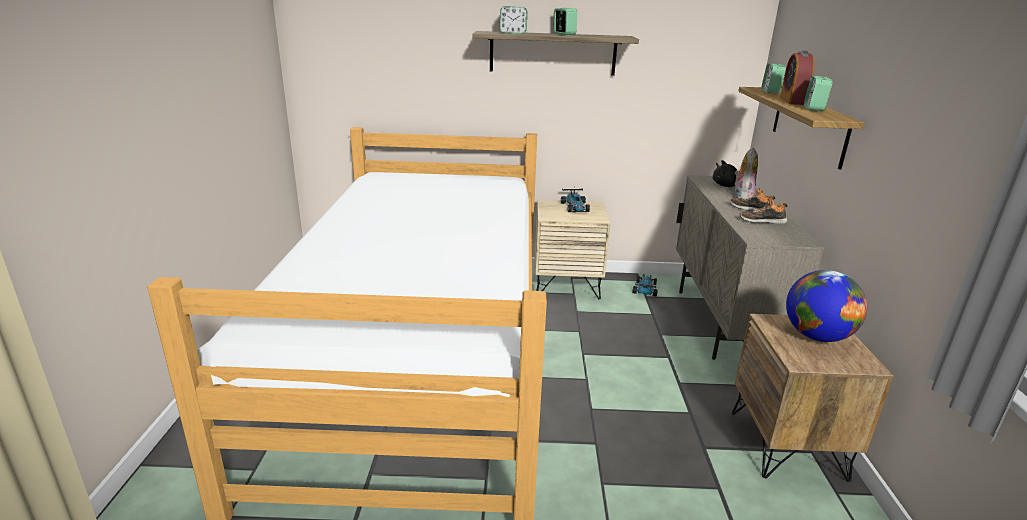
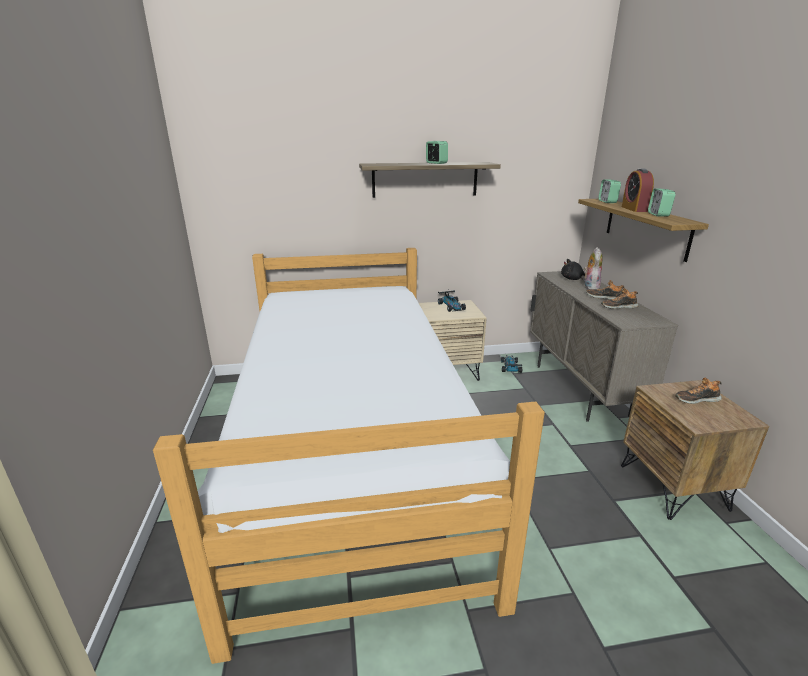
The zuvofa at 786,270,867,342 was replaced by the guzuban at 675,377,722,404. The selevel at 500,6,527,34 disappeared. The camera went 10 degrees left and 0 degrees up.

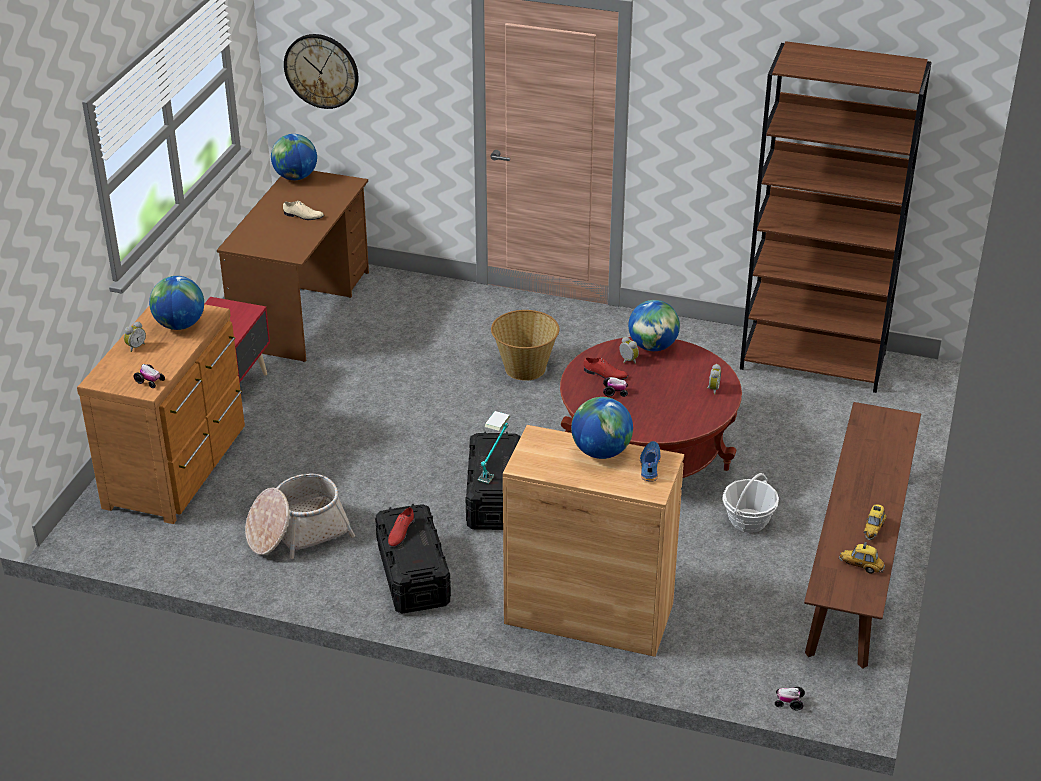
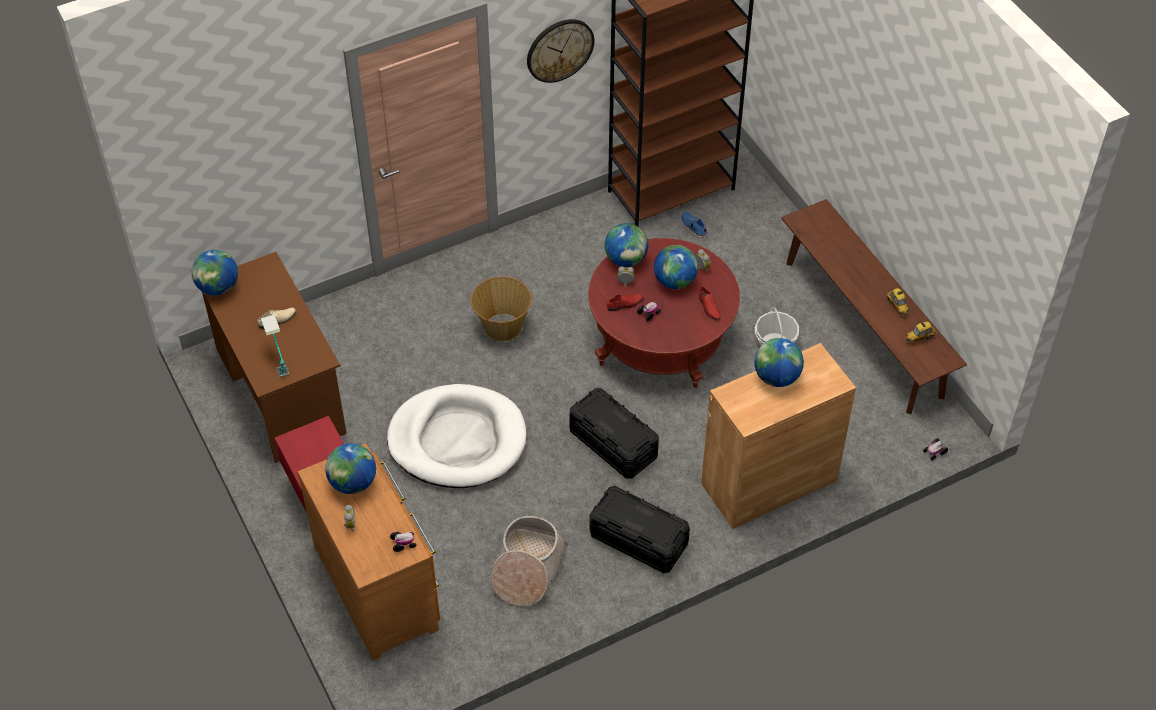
The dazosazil moved from 478,411,510,484 to 261,314,289,377. The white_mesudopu at 387,384,527,488 appeared. The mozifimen moved from 284,34,359,109 to 527,19,594,83. The zuvofa at 654,245,698,289 appeared. The blue_guzuban moved from 640,441,661,482 to 682,212,708,238. The red_guzuban moved from 388,507,414,547 to 699,287,721,320. The camera went 45 degrees left and 15 degrees up.

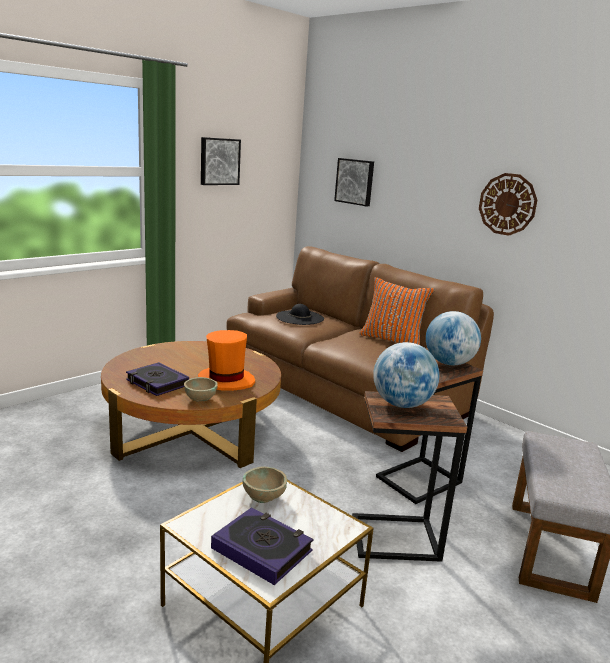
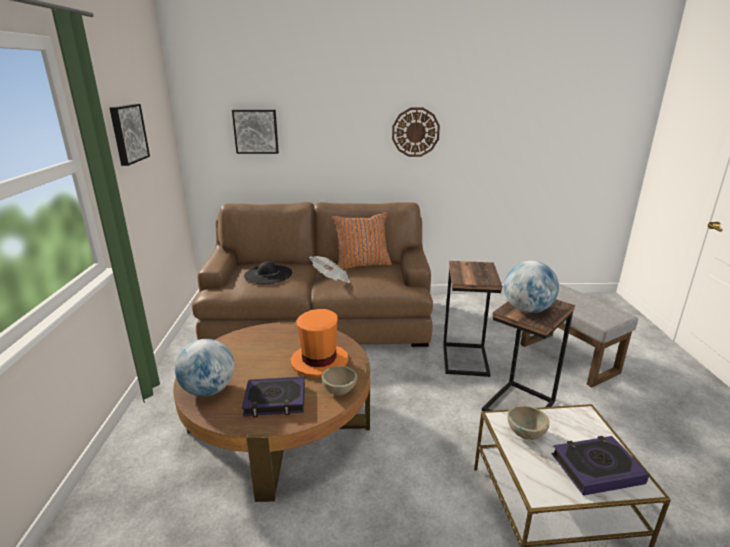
The zuvofa moved from 426,311,481,365 to 175,339,234,396. The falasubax at 309,256,351,283 appeared. The camera went 45 degrees left and 5 degrees up.

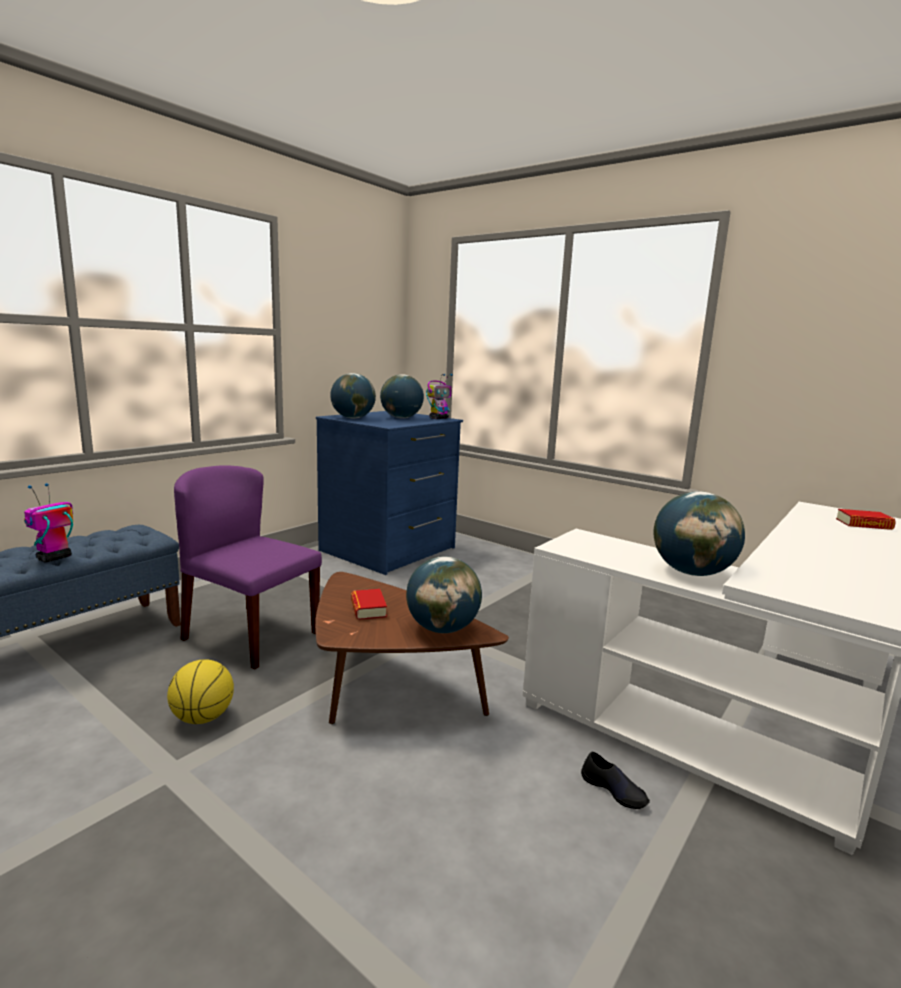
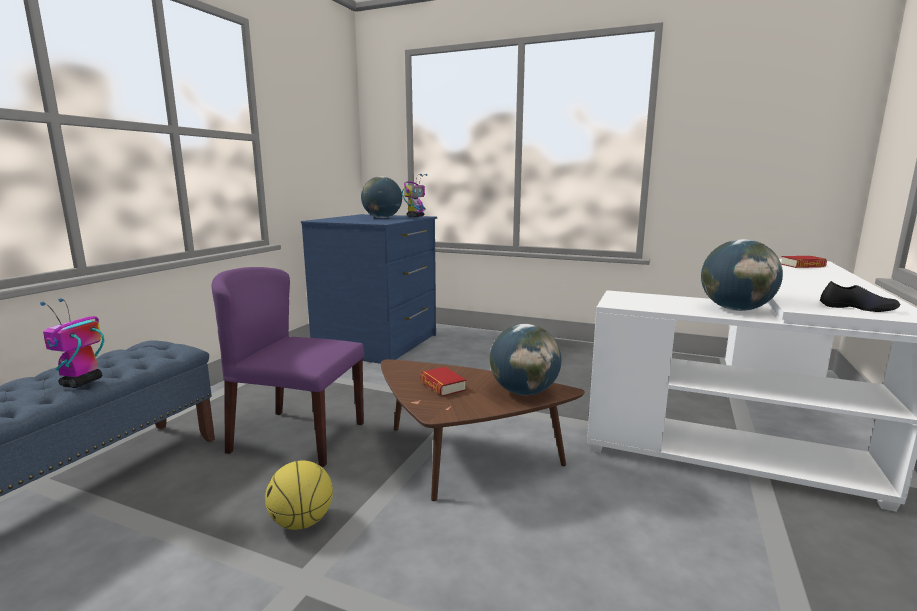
The black_guzuban moved from 581,752,650,809 to 820,281,901,312. The zuvofa at 330,373,376,419 disappeared. The camera went 15 degrees left and 0 degrees up.

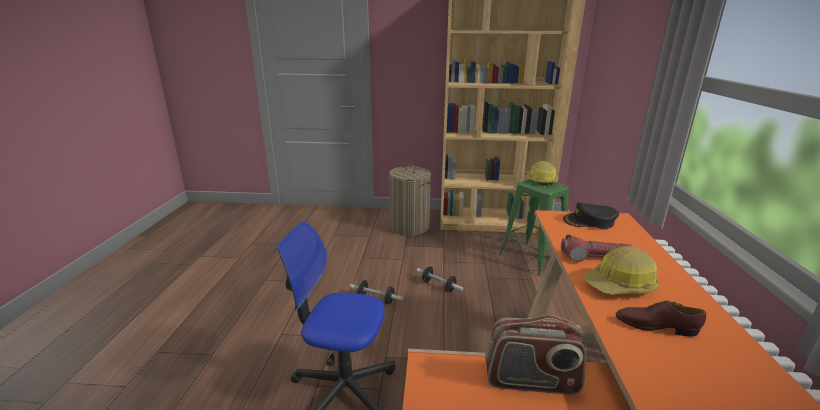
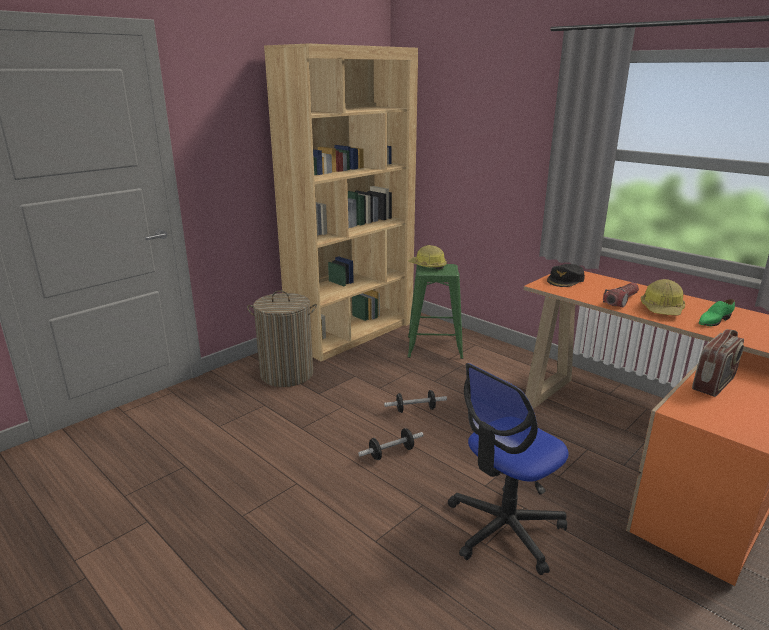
The brown_guzuban at 616,300,706,337 became the green_guzuban at 698,299,735,326. The camera went 50 degrees left and 0 degrees up.

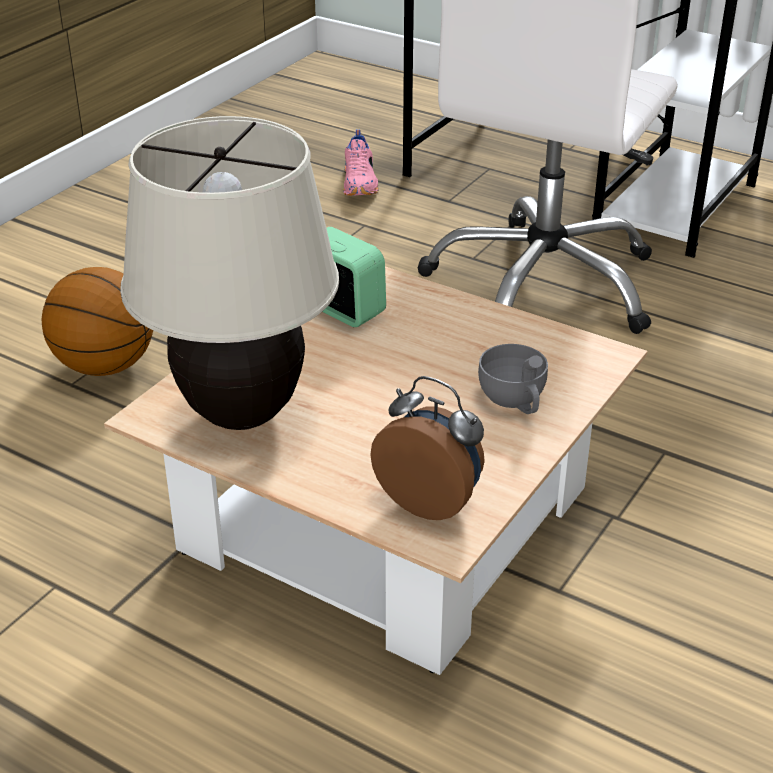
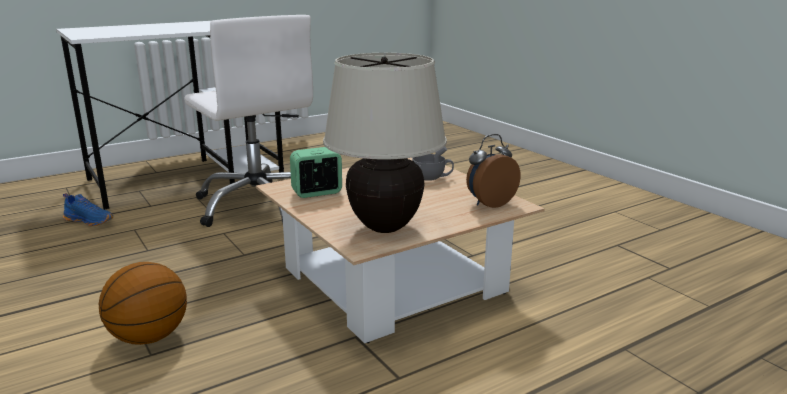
The pink_guzuban at 343,130,379,196 became the blue_guzuban at 63,193,113,226. The camera went 65 degrees left and 15 degrees down.

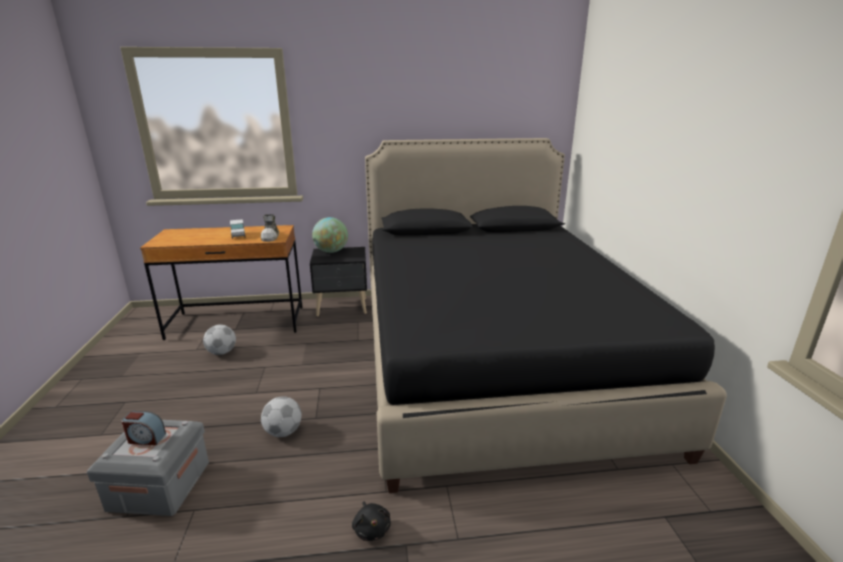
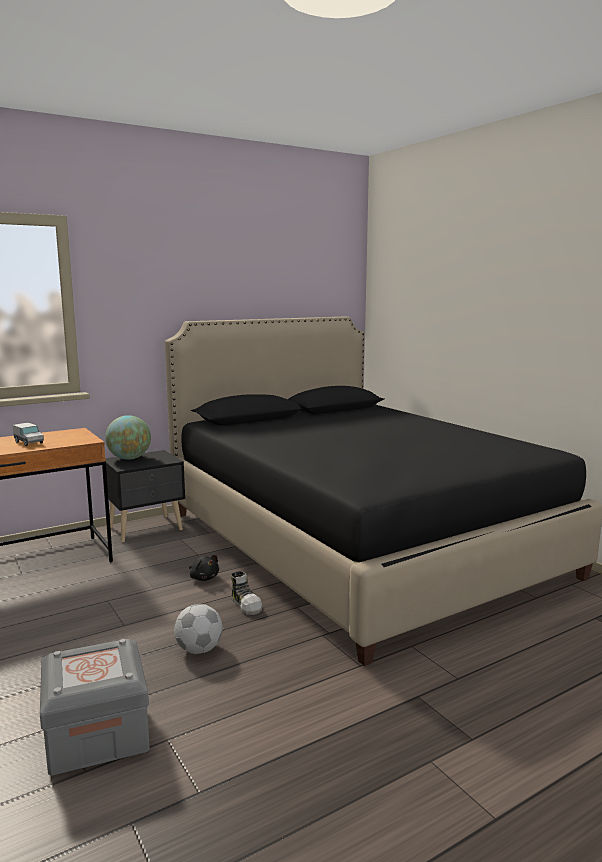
The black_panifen moved from 352,501,391,541 to 189,555,219,581. The guzuban moved from 261,214,279,242 to 231,571,263,615. The selevel at 121,411,166,445 disappeared. The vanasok at 203,325,236,355 disappeared. The camera went 25 degrees left and 10 degrees down.

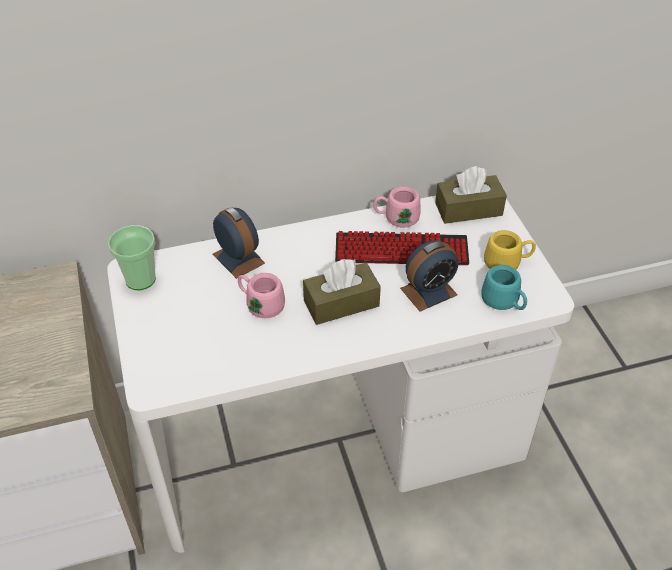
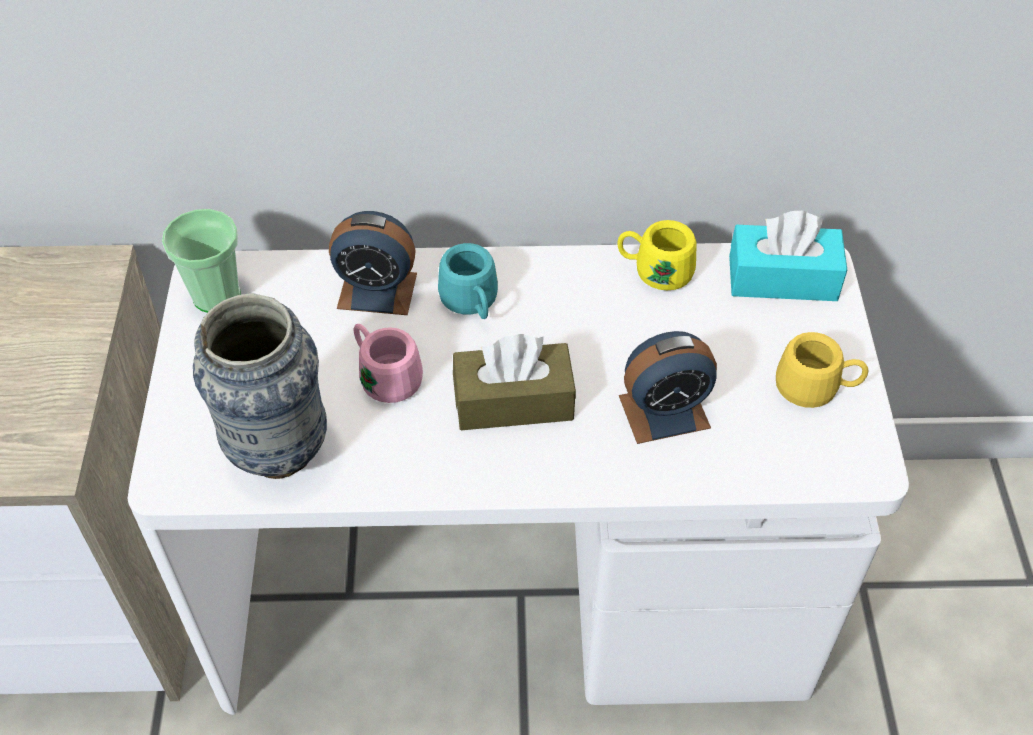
The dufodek at 193,293,327,479 appeared. The selevel at 212,207,265,279 turned 120 degrees clockwise. The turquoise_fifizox moved from 481,265,527,310 to 438,243,498,319. The pink_fifizox at 373,186,421,228 became the yellow_fifizox at 617,220,696,290. The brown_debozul at 435,166,507,224 became the turquoise_debozul at 729,211,847,301. The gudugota at 335,231,469,265 disappeared. The camera went 15 degrees right and 5 degrees up.

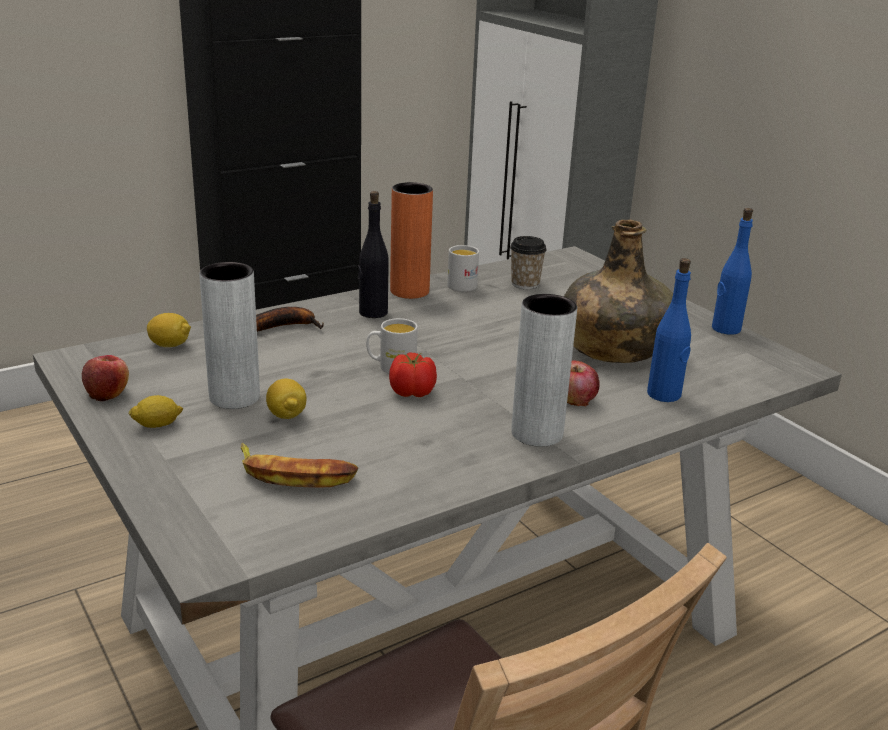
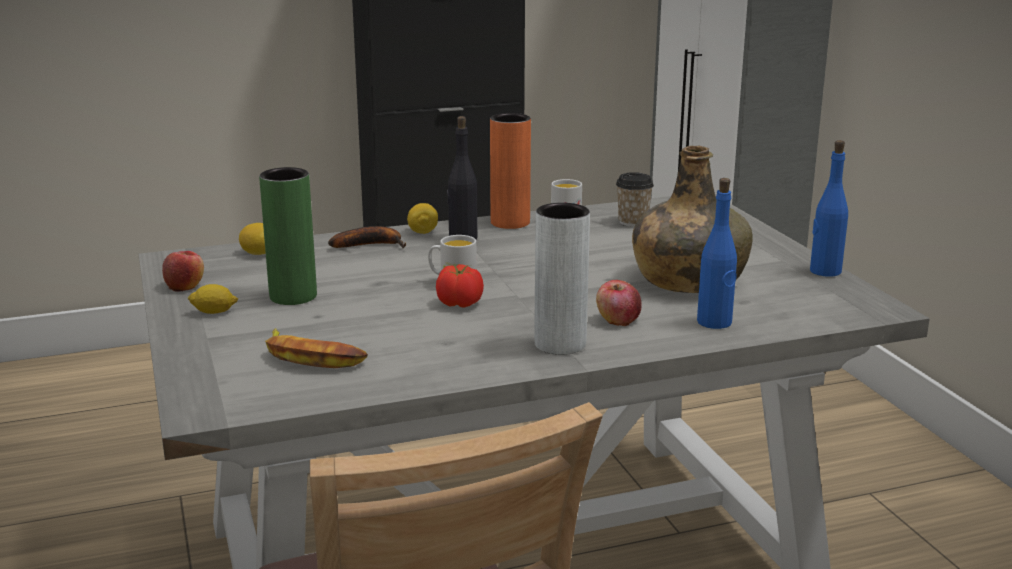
The grey_dufodek at 199,262,260,409 became the green_dufodek at 259,167,317,305. The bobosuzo moved from 266,379,307,419 to 407,203,438,234. The camera went 15 degrees right and 5 degrees down.

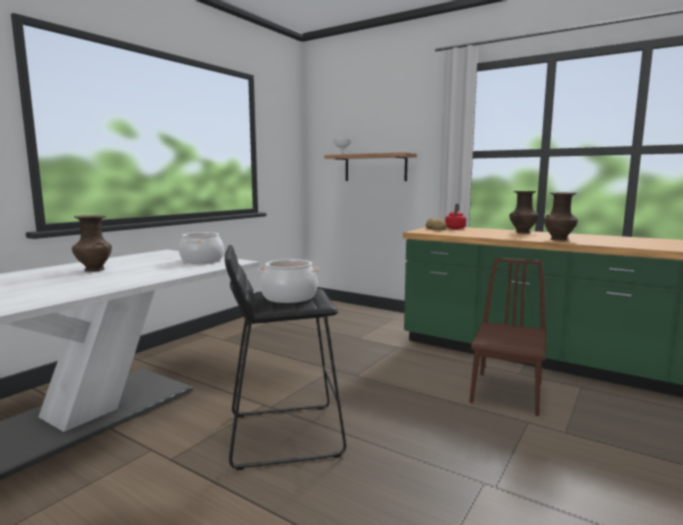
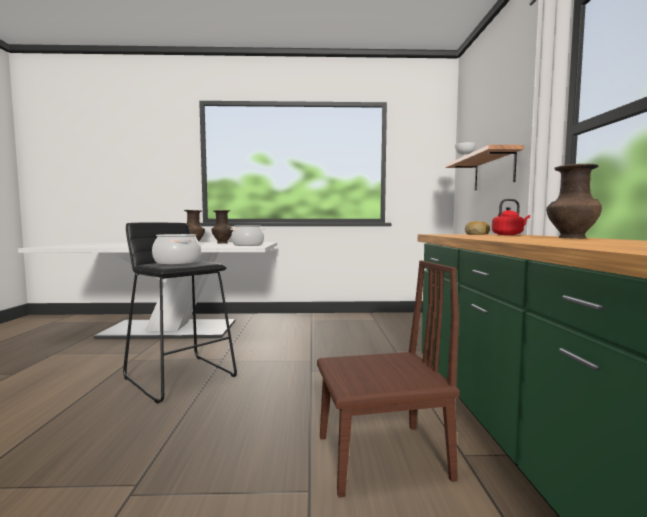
The brown_dufodek moved from 544,192,578,241 to 211,210,233,244. The camera went 55 degrees right and 5 degrees down.

